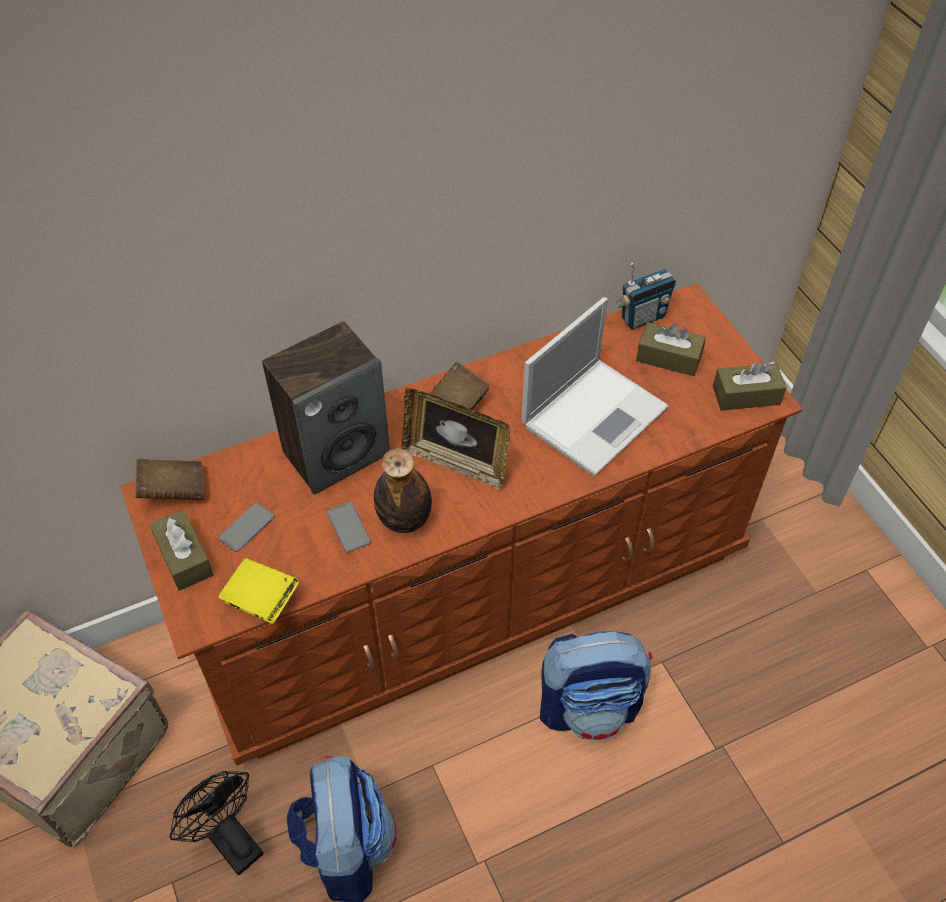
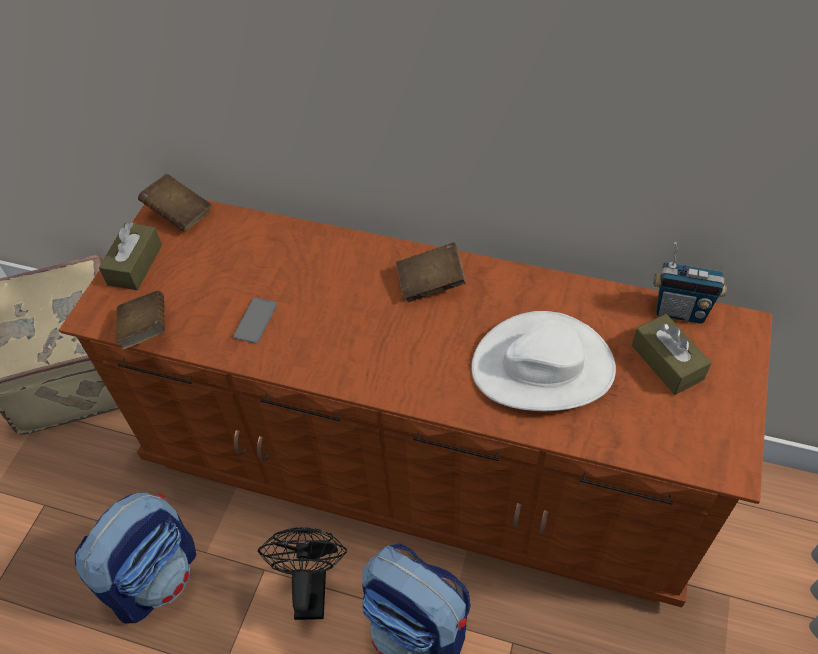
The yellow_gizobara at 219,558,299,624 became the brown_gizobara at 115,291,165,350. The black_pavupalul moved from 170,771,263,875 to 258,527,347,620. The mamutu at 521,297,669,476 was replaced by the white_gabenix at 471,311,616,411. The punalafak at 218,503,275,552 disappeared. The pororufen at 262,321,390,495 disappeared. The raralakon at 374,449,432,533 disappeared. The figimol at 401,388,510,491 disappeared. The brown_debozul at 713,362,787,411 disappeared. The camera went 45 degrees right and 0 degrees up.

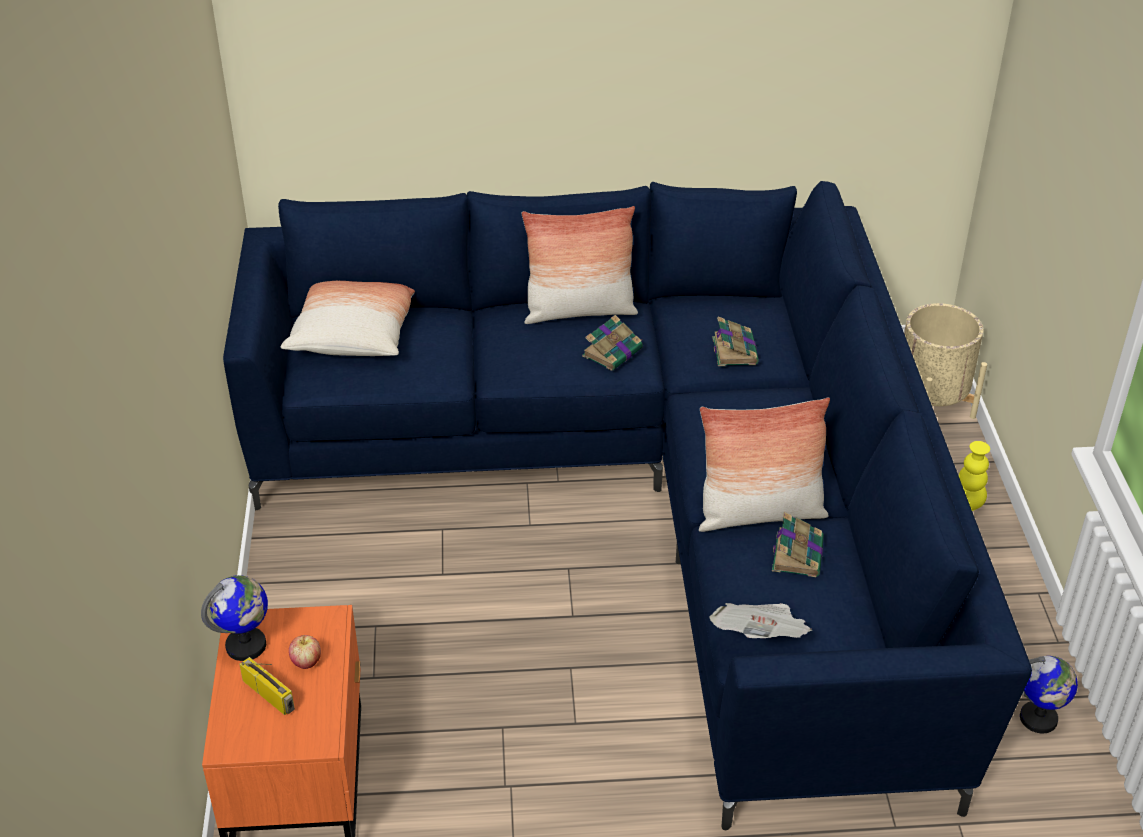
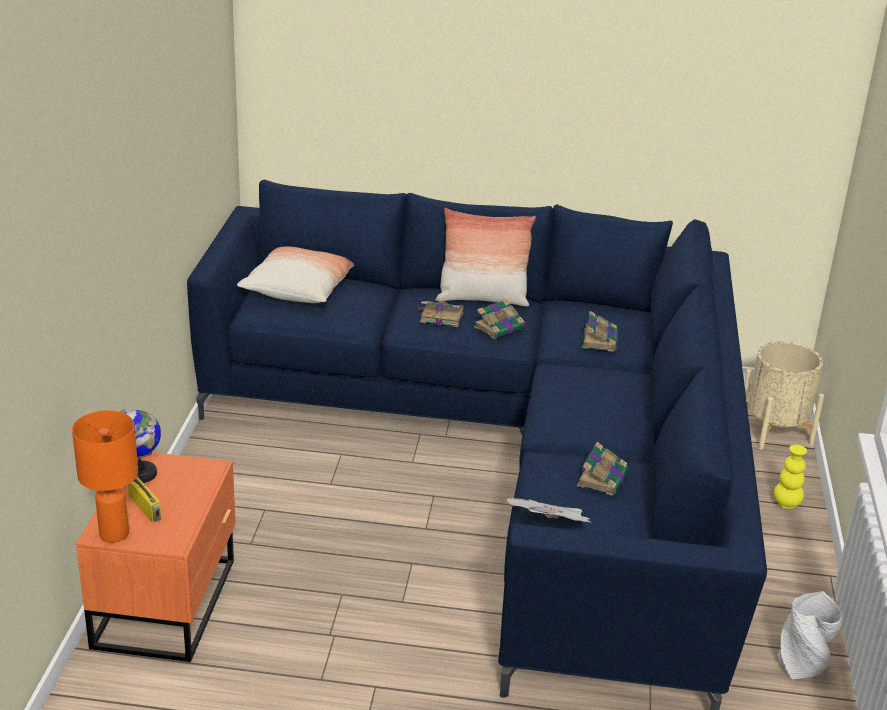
The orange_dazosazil at 72,410,138,543 appeared. The gizobara at 418,301,464,327 appeared. The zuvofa at 1020,656,1078,733 was replaced by the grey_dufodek at 777,591,842,679. The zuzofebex at 289,635,321,669 disappeared. The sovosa at 699,397,830,532 disappeared. The camera went 10 degrees right and 10 degrees down.

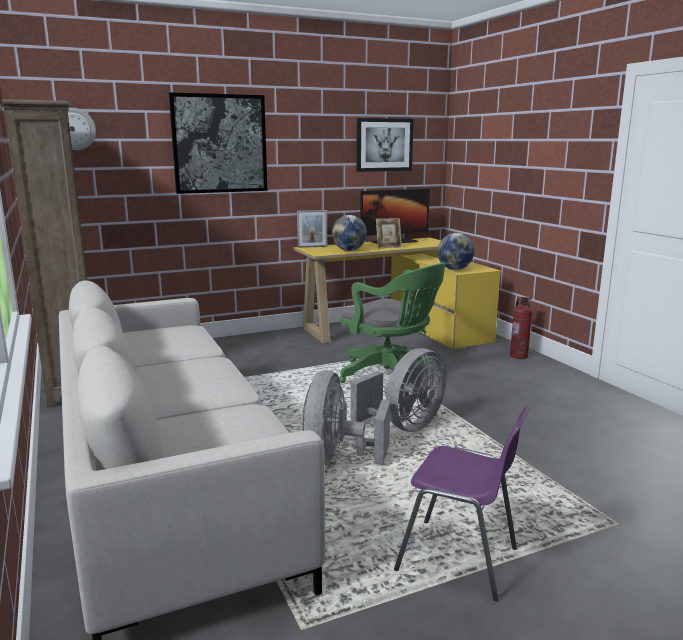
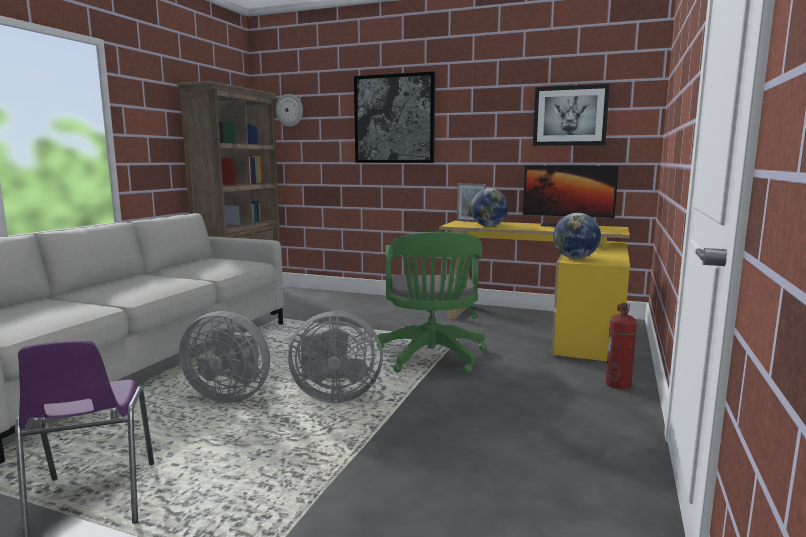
The grey_pavupalul at 302,370,390,465 turned 135 degrees counterclockwise. The figimol at 376,218,402,248 disappeared. The camera went 45 degrees right and 5 degrees down.

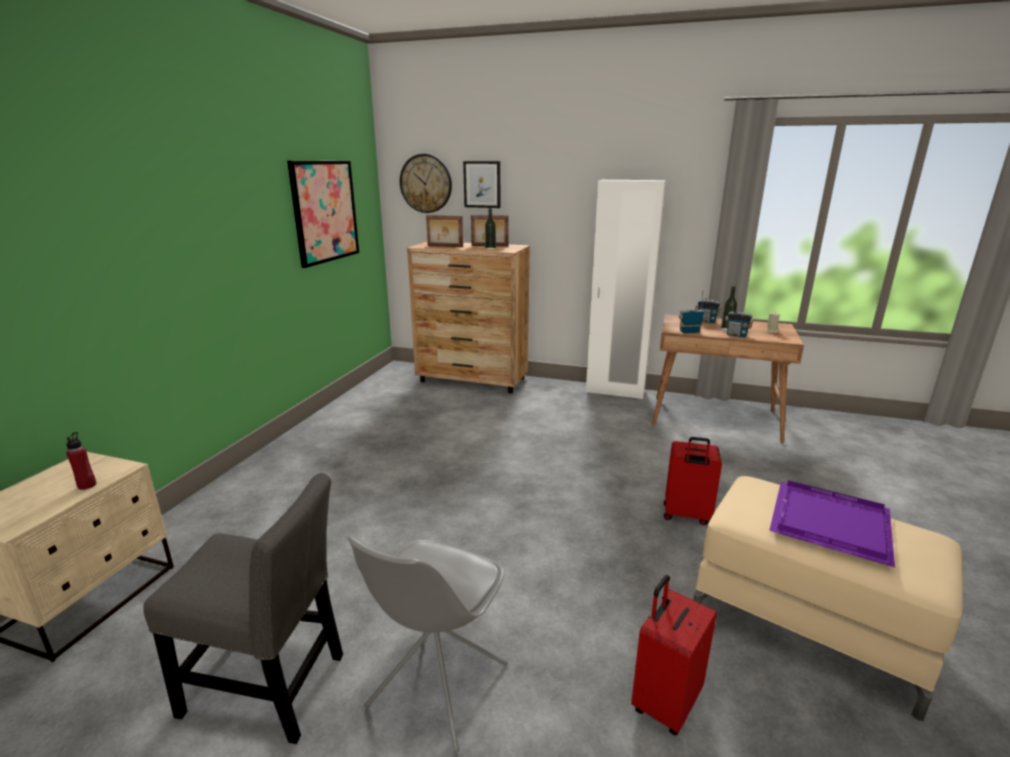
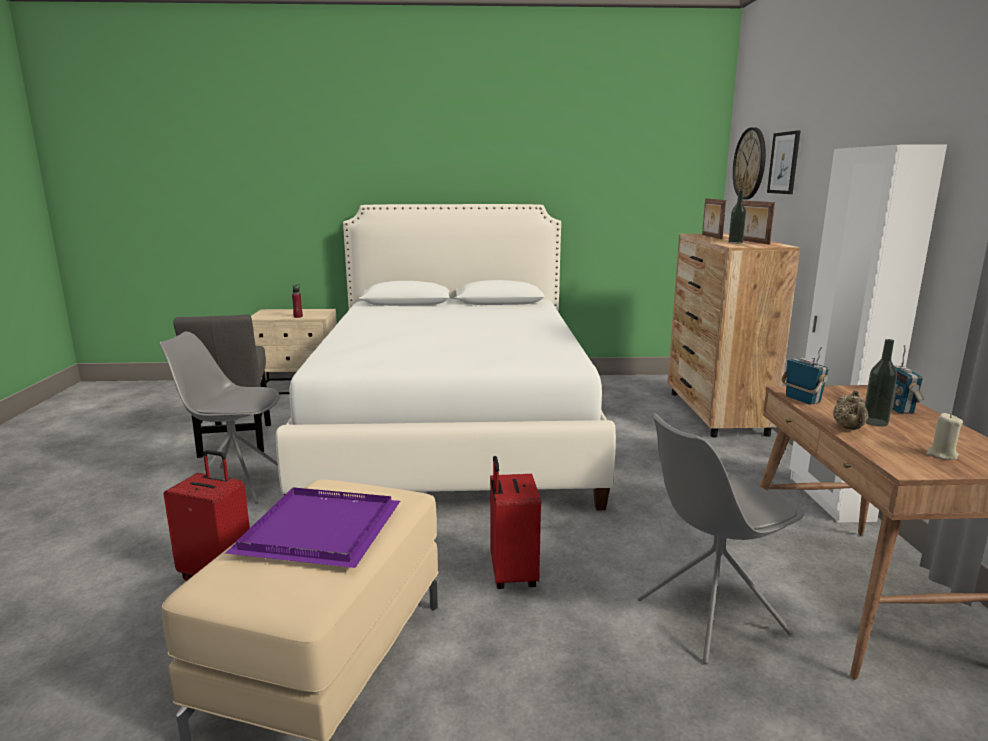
The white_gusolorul at 276,204,616,510 appeared. The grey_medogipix at 637,413,804,664 appeared. The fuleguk at 725,300,753,338 was replaced by the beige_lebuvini at 833,390,869,430. The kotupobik at 287,161,359,268 disappeared. The camera went 70 degrees right and 5 degrees down.

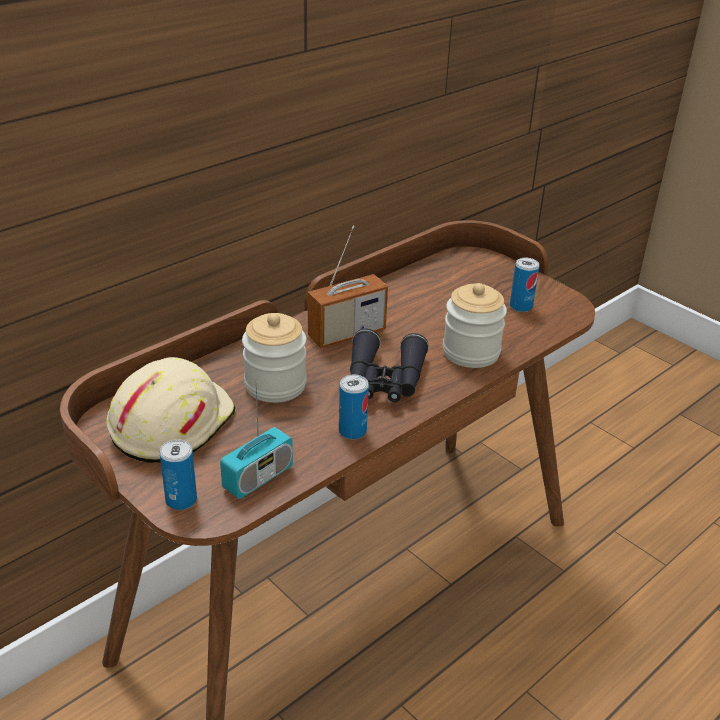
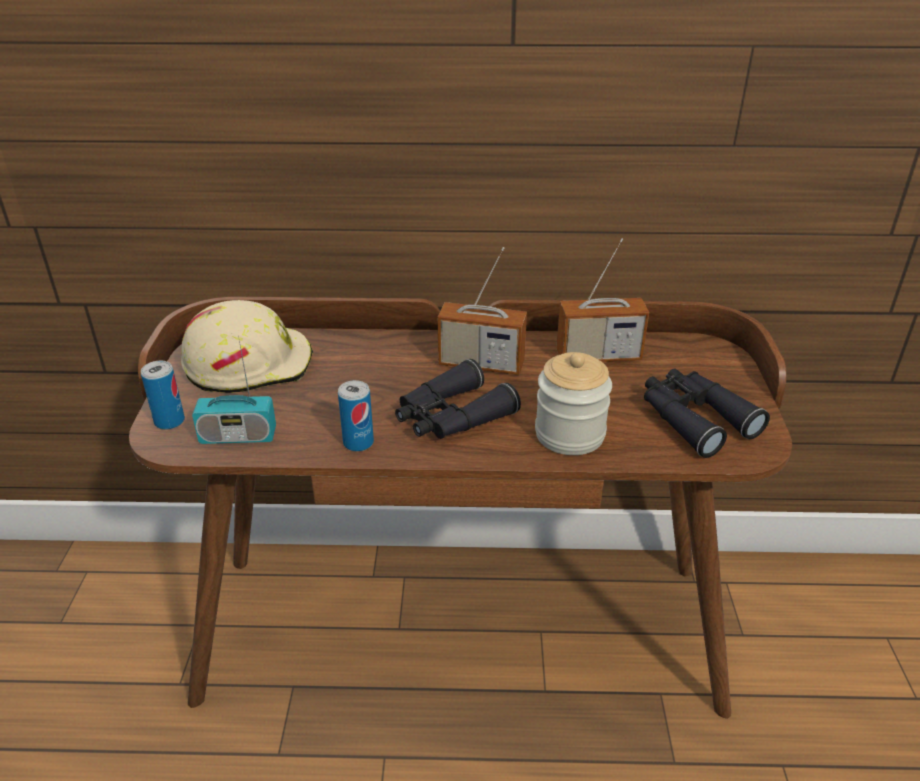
The fuleguk at 556,238,649,362 appeared. The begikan at 510,258,539,312 was replaced by the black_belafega at 644,368,770,458. The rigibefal at 242,313,307,403 disappeared. The camera went 45 degrees right and 0 degrees up.

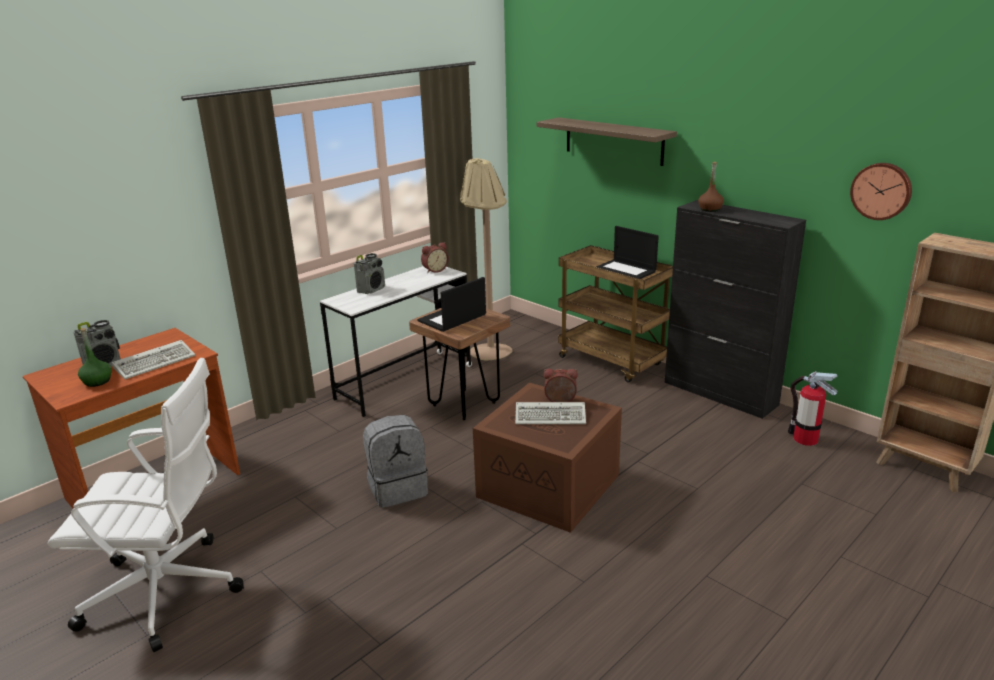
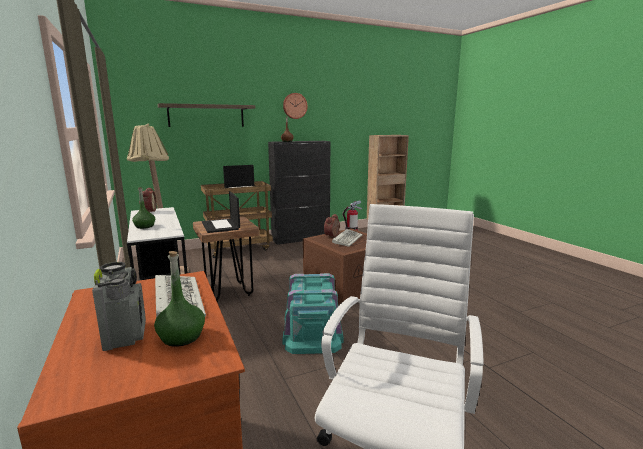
The fuleguk at 354,253,385,294 was replaced by the green_raralakon at 132,187,155,229. The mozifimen moved from 850,163,912,220 to 283,93,308,119. The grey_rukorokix at 363,415,428,508 was replaced by the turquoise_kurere at 283,273,344,354. The camera went 70 degrees left and 10 degrees down.

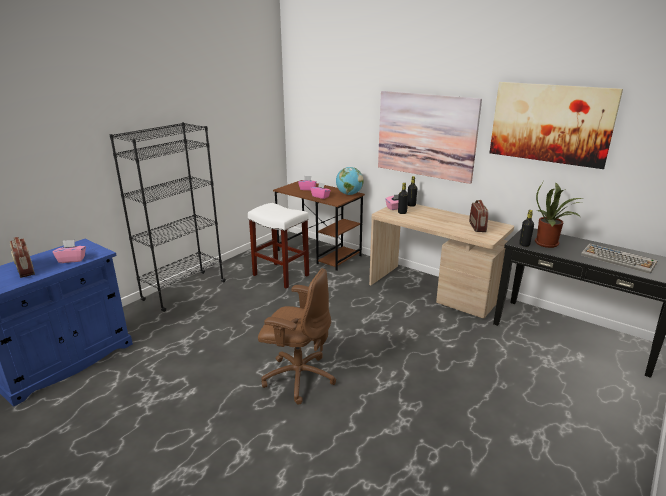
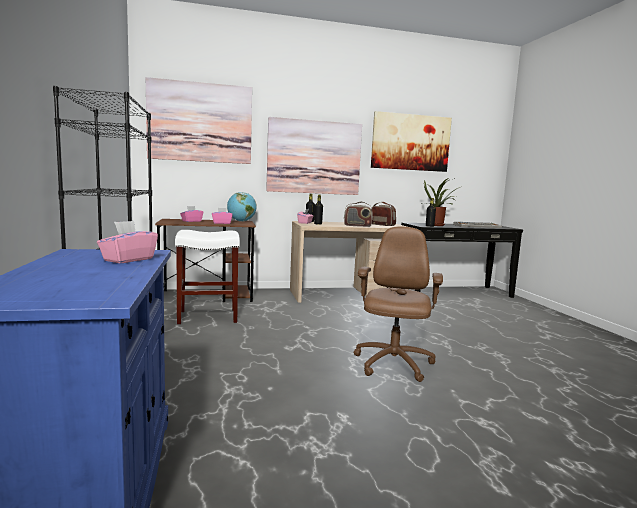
The kotupobik at 146,77,252,164 appeared. The fuleguk moved from 10,237,35,278 to 344,202,373,227. The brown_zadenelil at 258,268,336,404 turned 45 degrees counterclockwise. The camera went 50 degrees left and 15 degrees down.

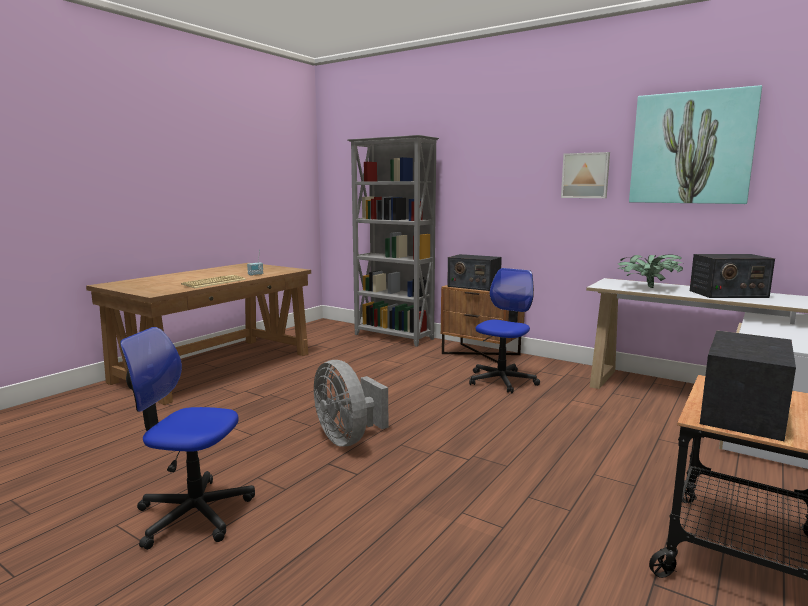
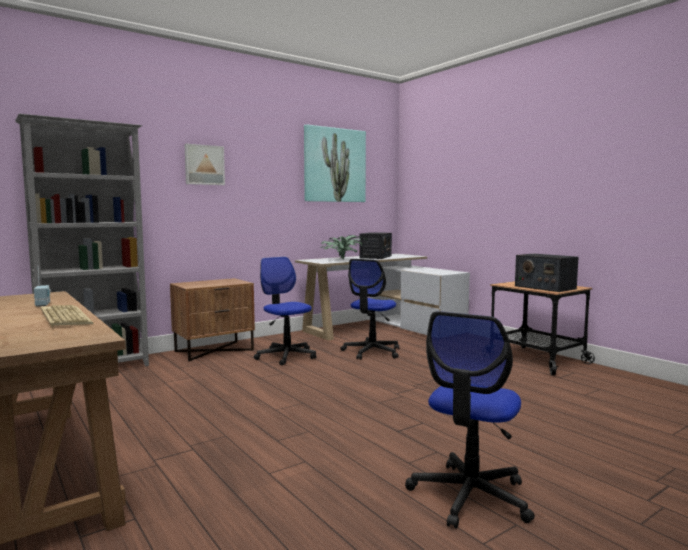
The kotupobik moved from 561,152,610,198 to 184,143,225,185. The zadenelil at 340,259,399,360 appeared. The grey_pavupalul at 314,360,388,447 disappeared. The fuleguk at 447,254,502,291 disappeared. The camera went 70 degrees left and 5 degrees down.

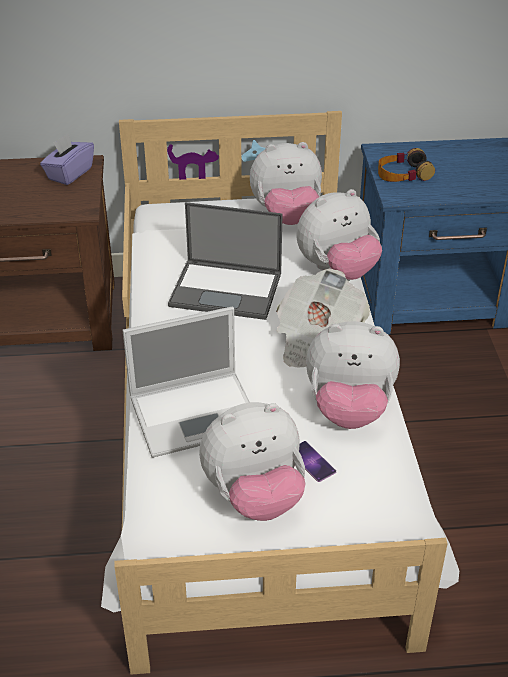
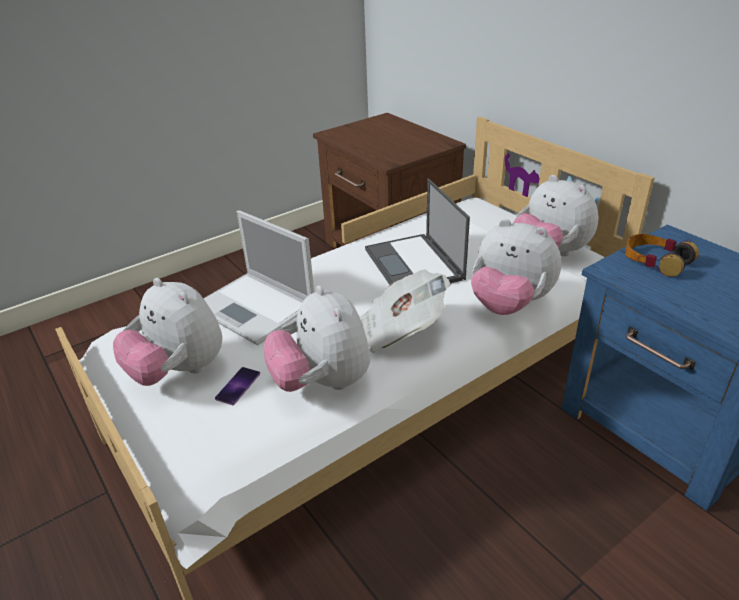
The purple_debozul at 40,133,94,185 disappeared. The camera went 60 degrees right and 5 degrees down.

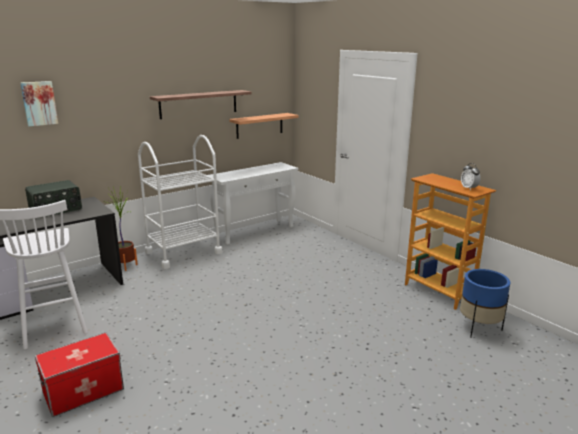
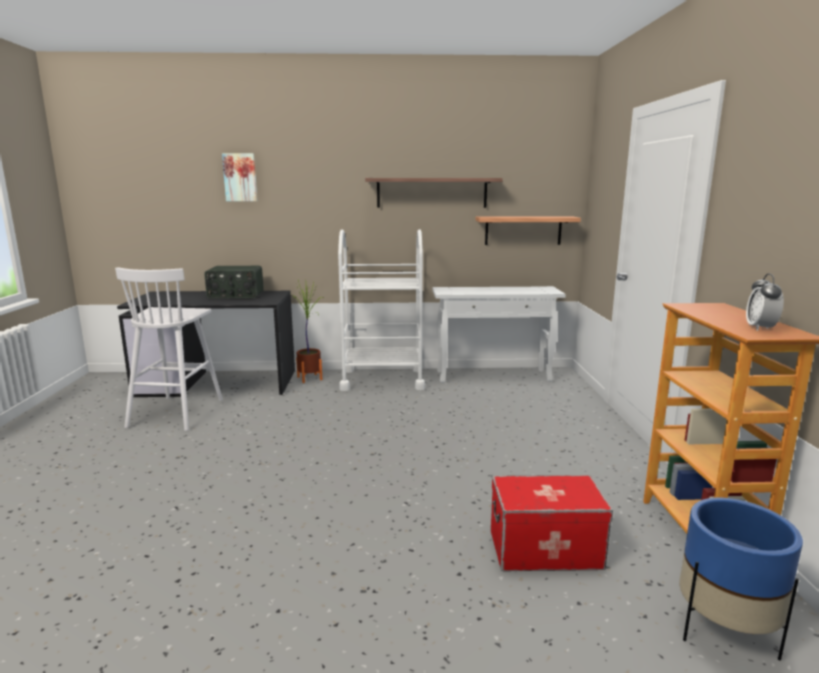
The kurere moved from 35,333,124,417 to 491,475,613,571. The camera went 35 degrees right and 5 degrees down.

